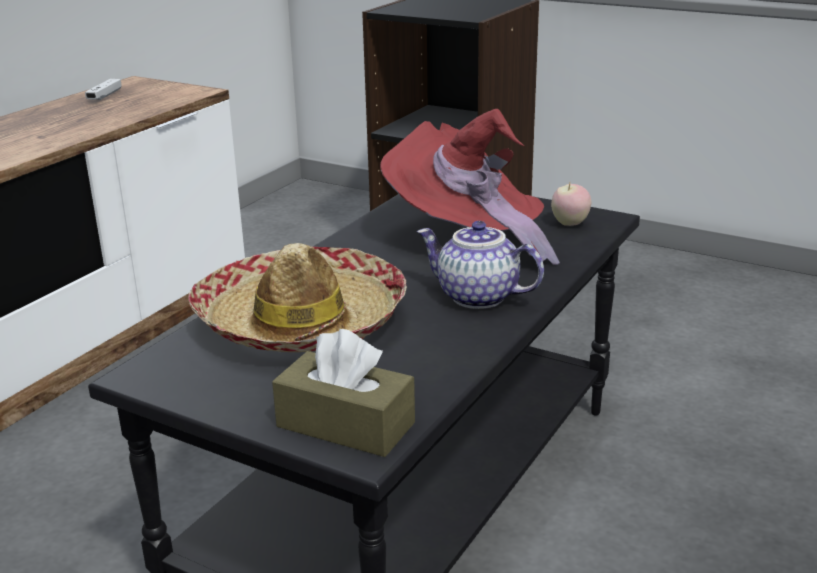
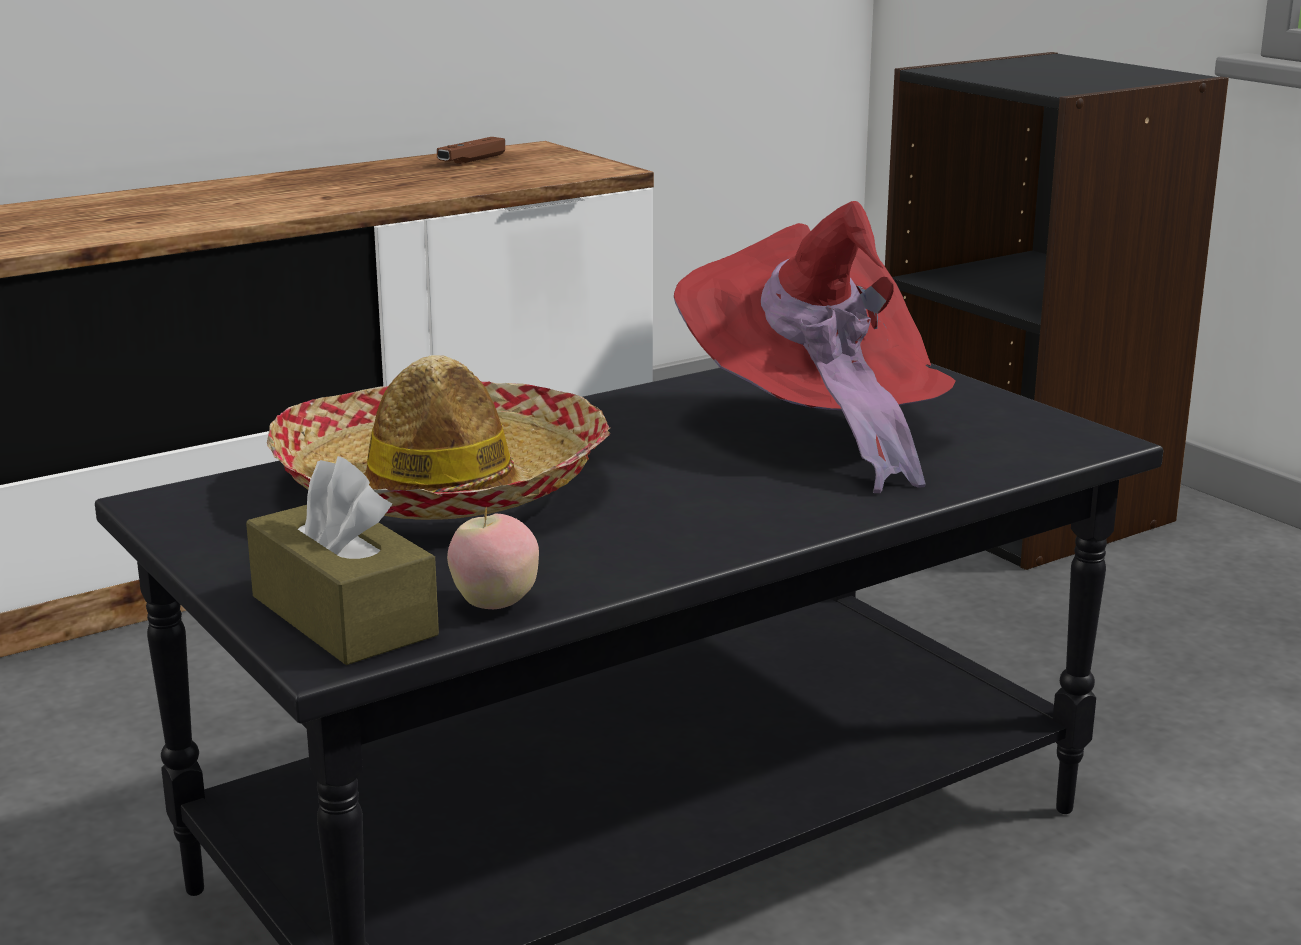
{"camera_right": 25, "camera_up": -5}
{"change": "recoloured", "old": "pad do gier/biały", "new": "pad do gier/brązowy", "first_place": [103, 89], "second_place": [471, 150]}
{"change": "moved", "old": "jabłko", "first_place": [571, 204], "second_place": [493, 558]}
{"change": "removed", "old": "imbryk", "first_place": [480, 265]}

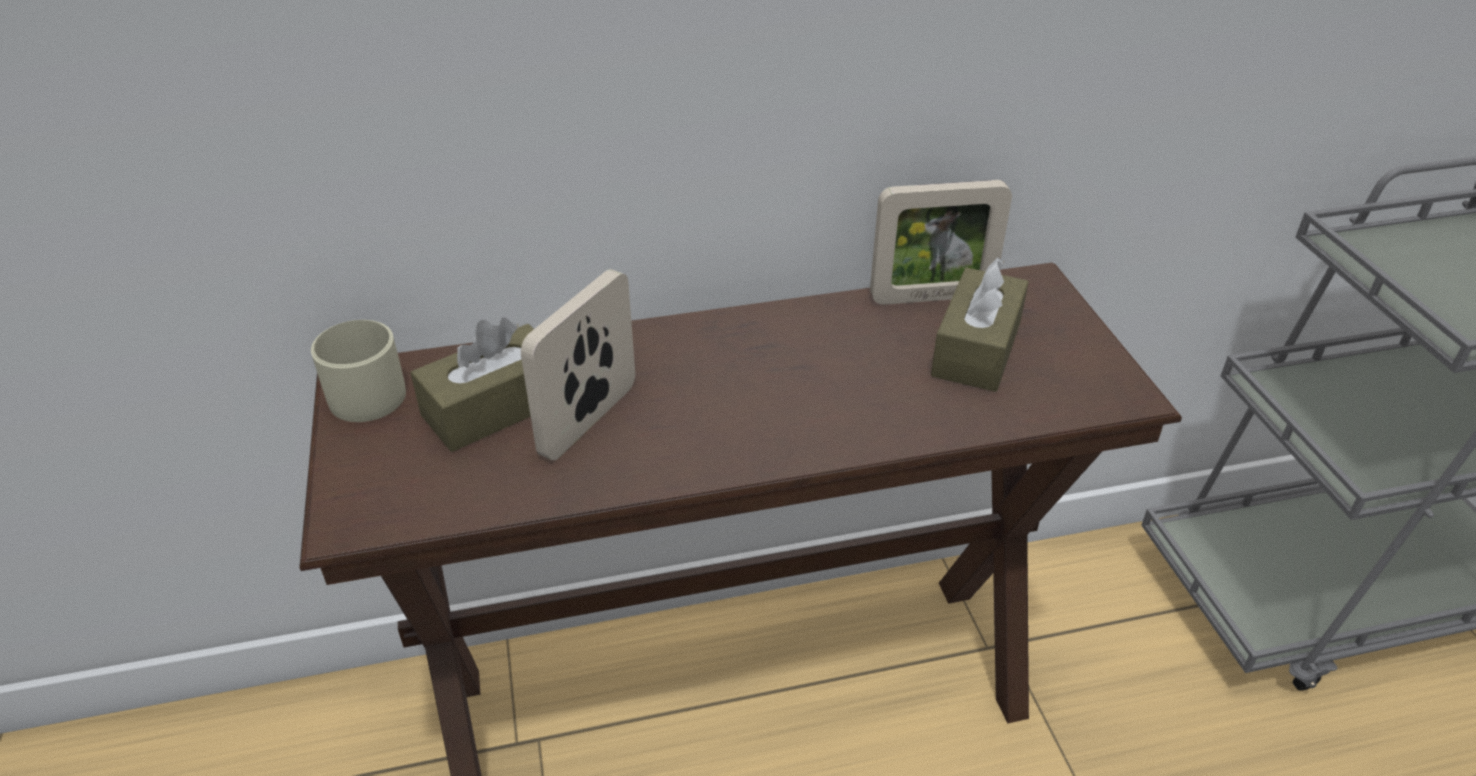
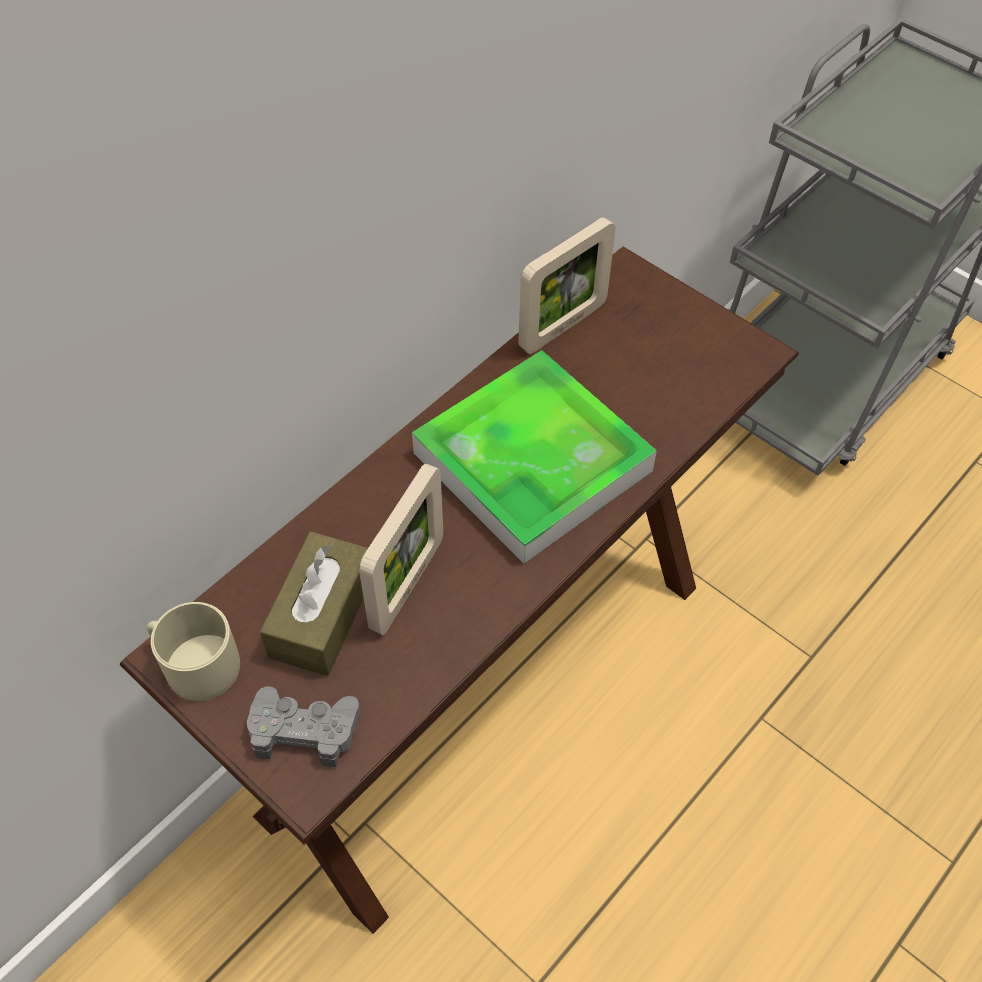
{"camera_right": -35, "camera_up": 15}
{"change": "added", "new": "pad do gier/szary", "second_place": [303, 726]}
{"change": "turned", "old": "ramka na zdjęcie", "first_place": [578, 364], "second_place": [401, 549], "degrees": -150}
{"change": "added", "new": "taca", "second_place": [534, 457]}
{"change": "removed", "old": "pudełko chusteczek/brązowy", "first_place": [980, 324]}

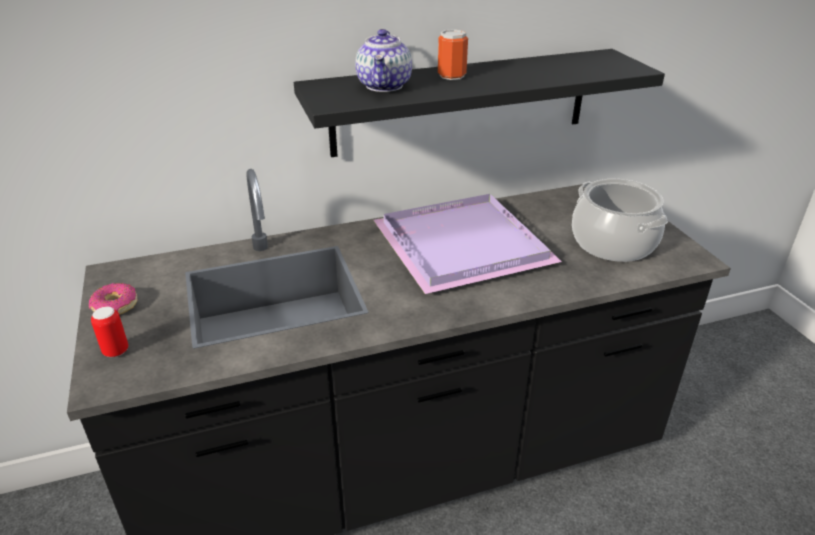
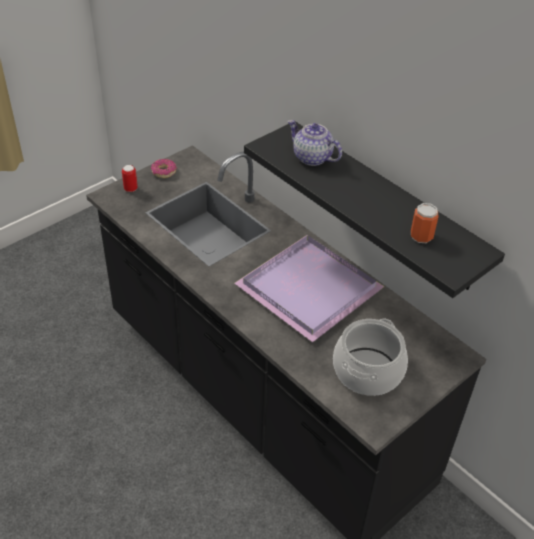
{"camera_right": 65, "camera_up": 10}
{"change": "turned", "old": "imbryk", "first_place": [383, 60], "second_place": [315, 143], "degrees": 60}
{"change": "moved", "old": "puszka", "first_place": [453, 54], "second_place": [425, 223]}

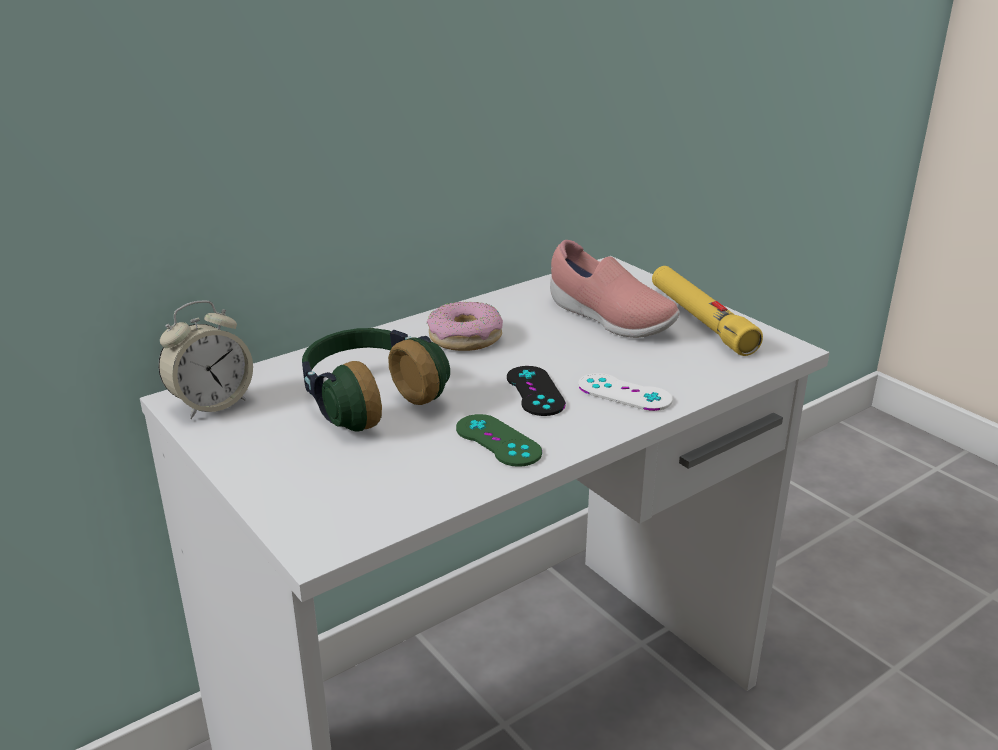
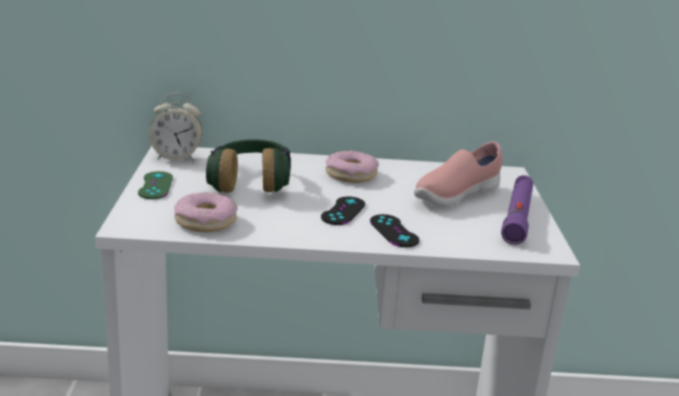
{"camera_right": 35, "camera_up": -5}
{"change": "moved", "old": "pad do gier/zielony", "first_place": [499, 440], "second_place": [155, 185]}
{"change": "added", "new": "donut", "second_place": [206, 212]}
{"change": "recoloured", "old": "pad do gier/biały", "new": "pad do gier/czarny", "first_place": [625, 392], "second_place": [394, 230]}
{"change": "turned", "old": "but/różowy", "first_place": [615, 289], "second_place": [458, 173], "degrees": 60}
{"change": "recoloured", "old": "latarka/żółty", "new": "latarka/fioletowy", "first_place": [707, 311], "second_place": [517, 210]}

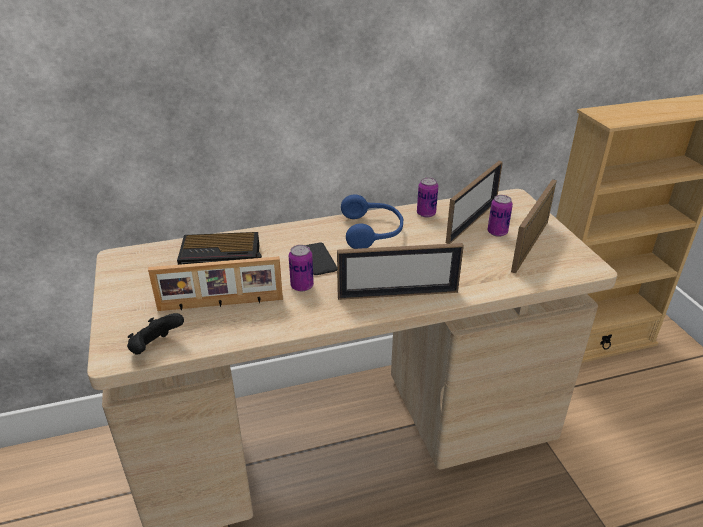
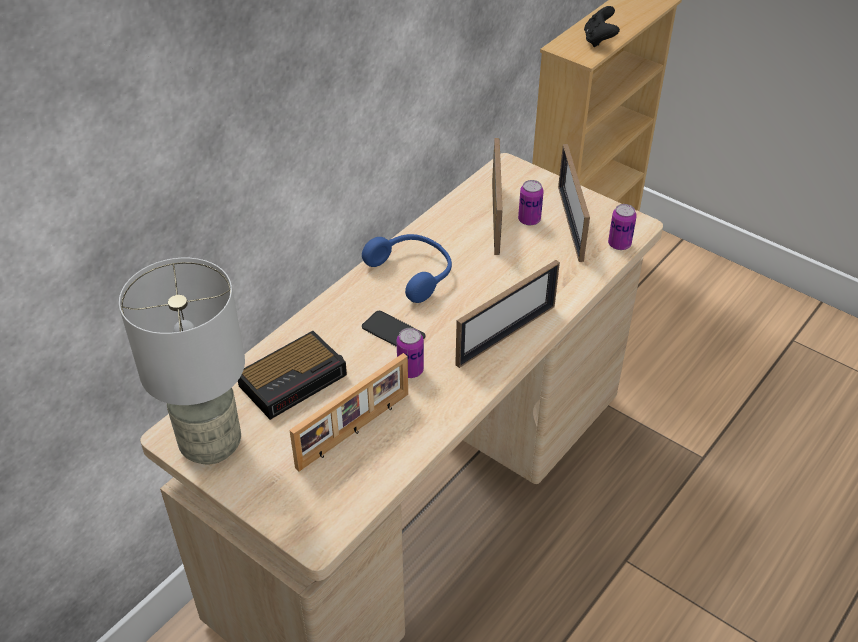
{"camera_right": -35, "camera_up": 10}
{"change": "added", "new": "lampa stołowa/szary", "second_place": [182, 361]}
{"change": "moved", "old": "pad do gier/czarny", "first_place": [155, 334], "second_place": [602, 26]}
{"change": "moved", "old": "puszka", "first_place": [427, 197], "second_place": [622, 227]}

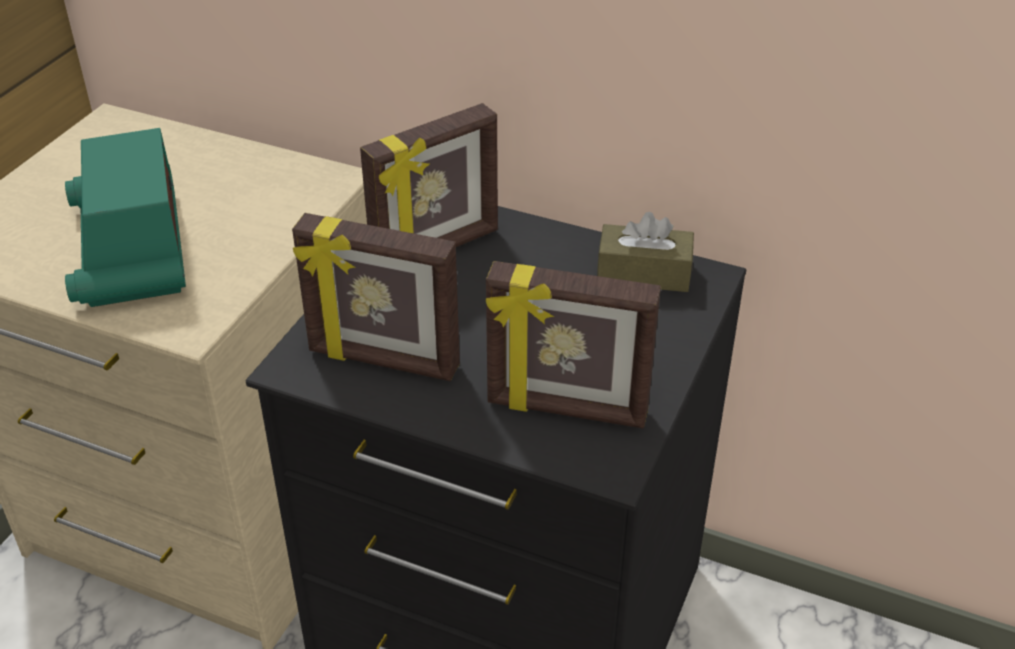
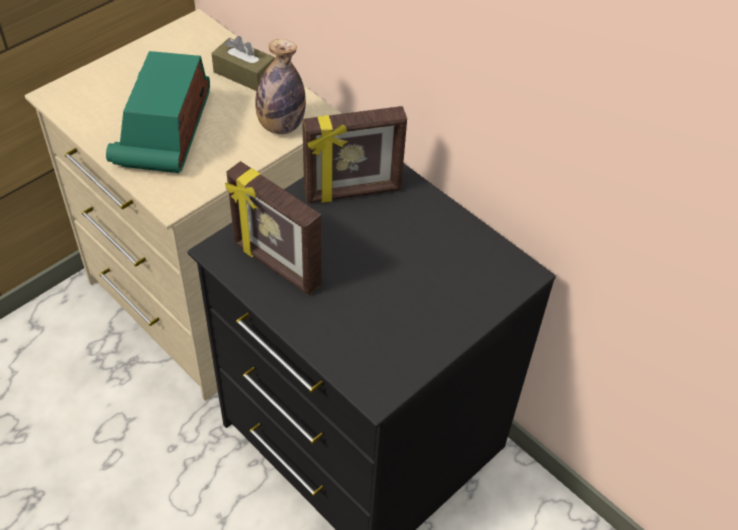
{"camera_right": 20, "camera_up": 10}
{"change": "moved", "old": "pudełko chusteczek/brązowy", "first_place": [645, 252], "second_place": [243, 63]}
{"change": "added", "new": "butelka", "second_place": [280, 86]}
{"change": "removed", "old": "ramka na zdjęcie", "first_place": [573, 344]}

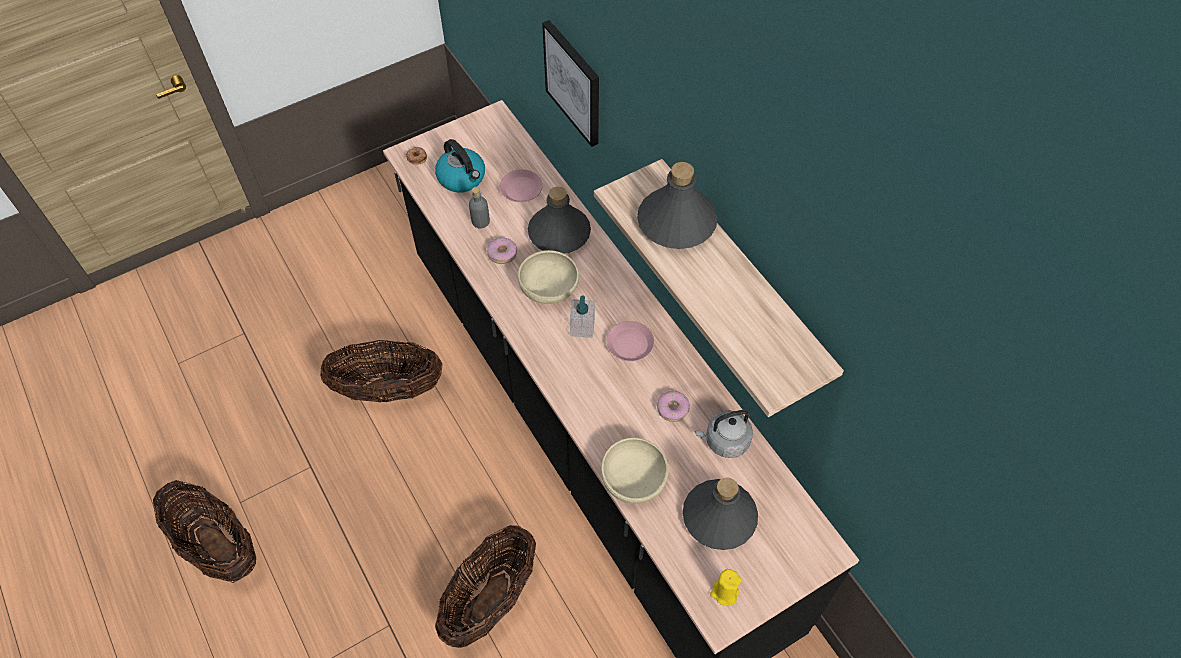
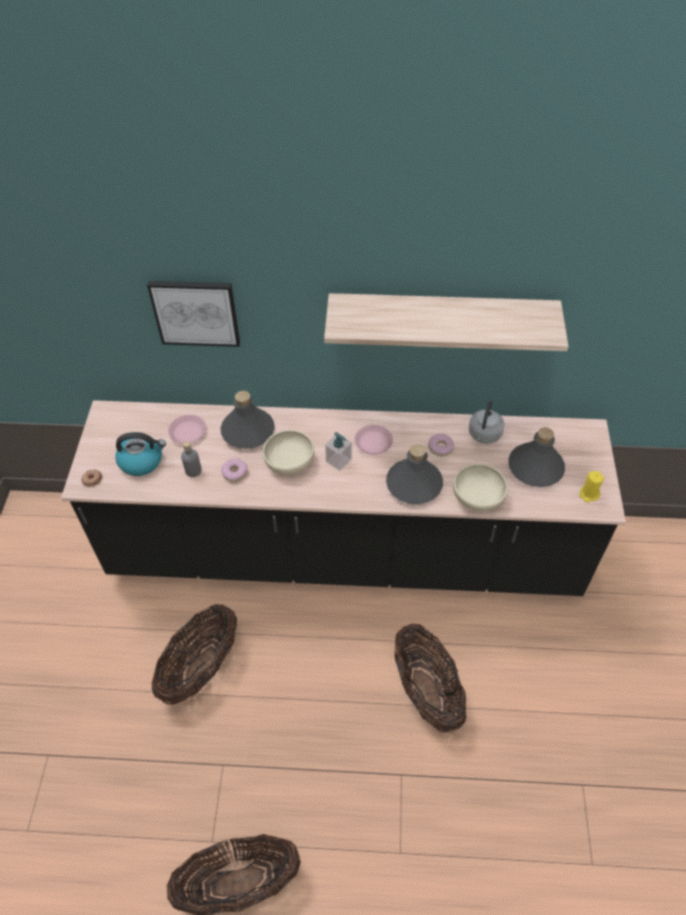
{"camera_right": -55, "camera_up": -5}
{"change": "moved", "old": "butelka/szary", "first_place": [677, 205], "second_place": [414, 474]}

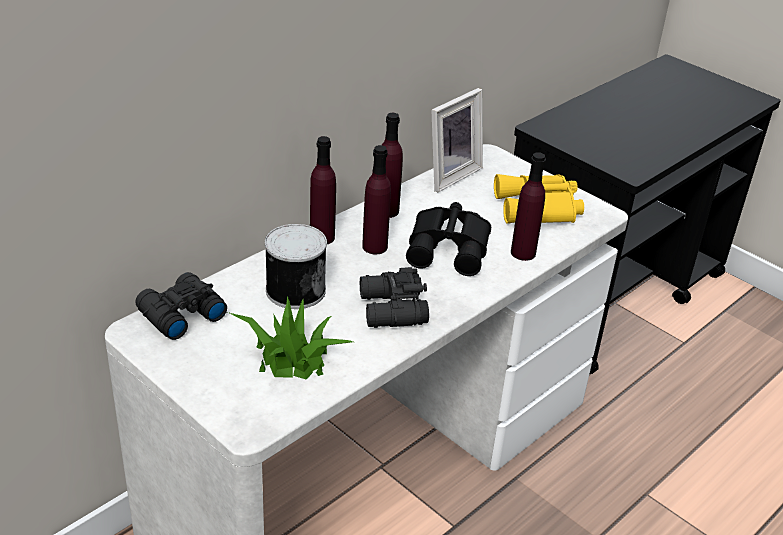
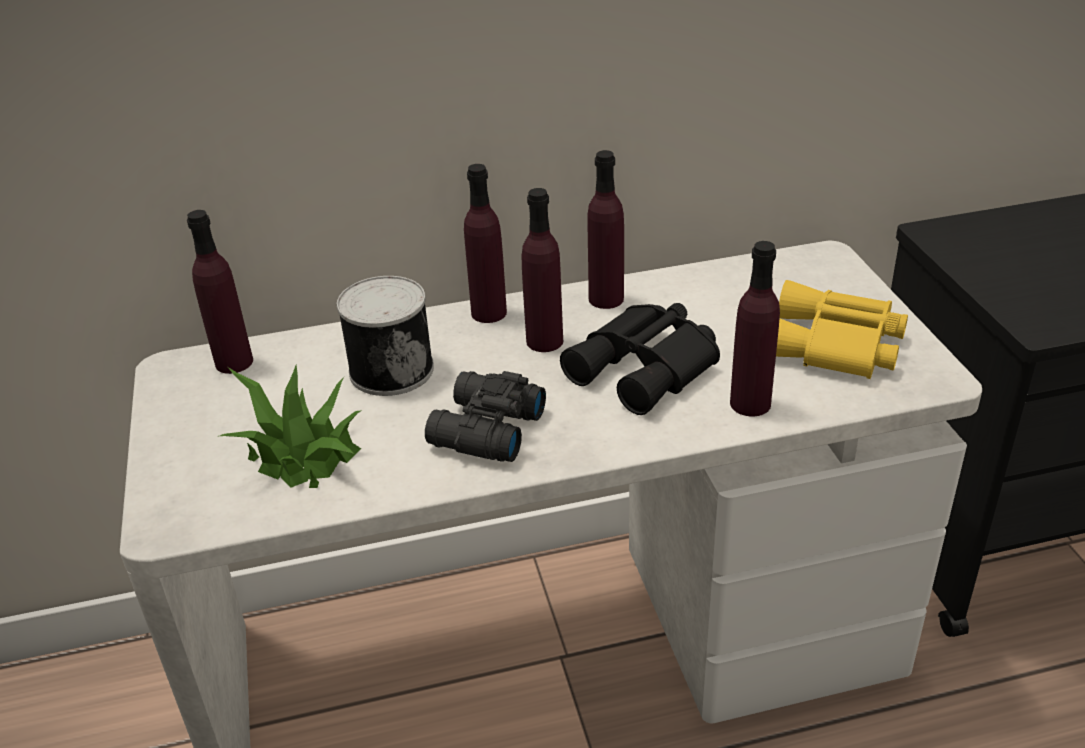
{"camera_right": 35, "camera_up": 0}
{"change": "replaced", "old": "lornetka/czarny", "new": "butelka/fioletowy", "first_place": [181, 306], "second_place": [220, 292]}
{"change": "removed", "old": "ramka na zdjęcie", "first_place": [457, 140]}

